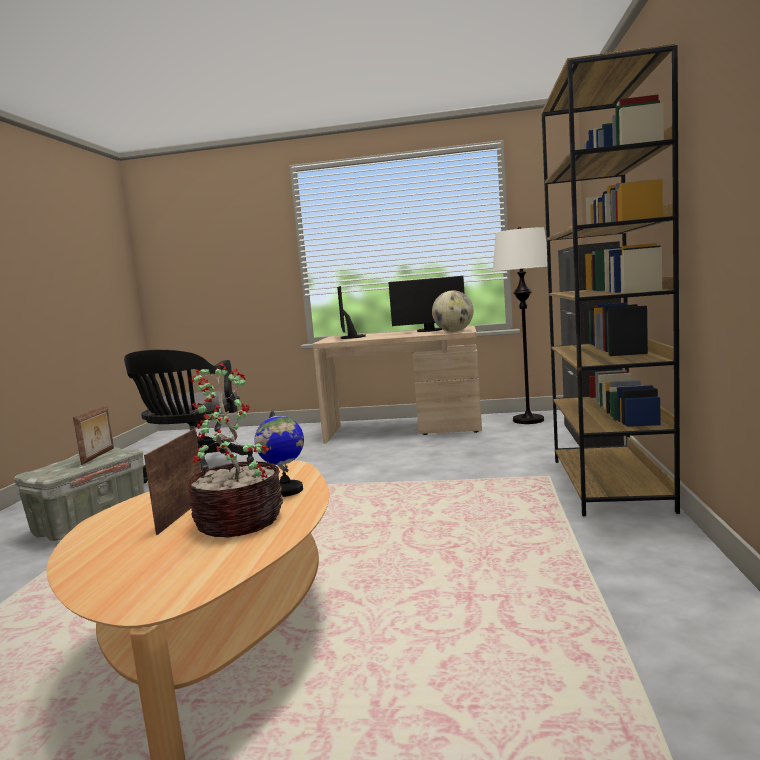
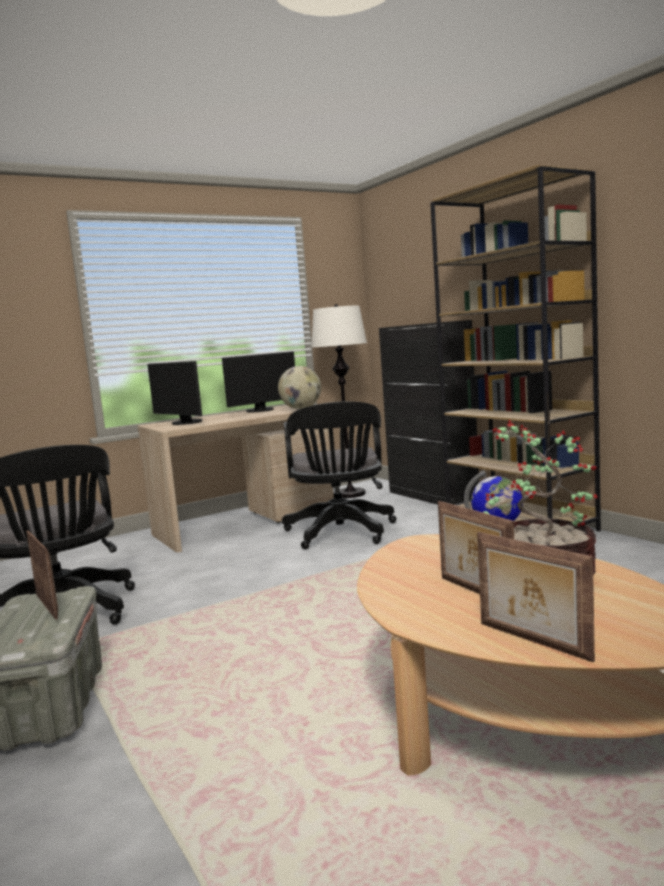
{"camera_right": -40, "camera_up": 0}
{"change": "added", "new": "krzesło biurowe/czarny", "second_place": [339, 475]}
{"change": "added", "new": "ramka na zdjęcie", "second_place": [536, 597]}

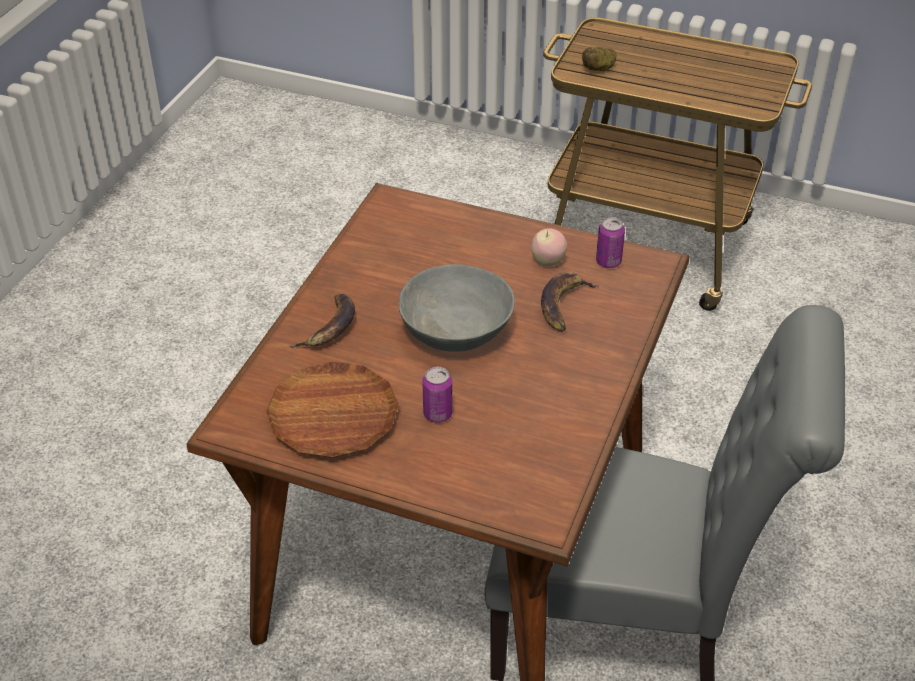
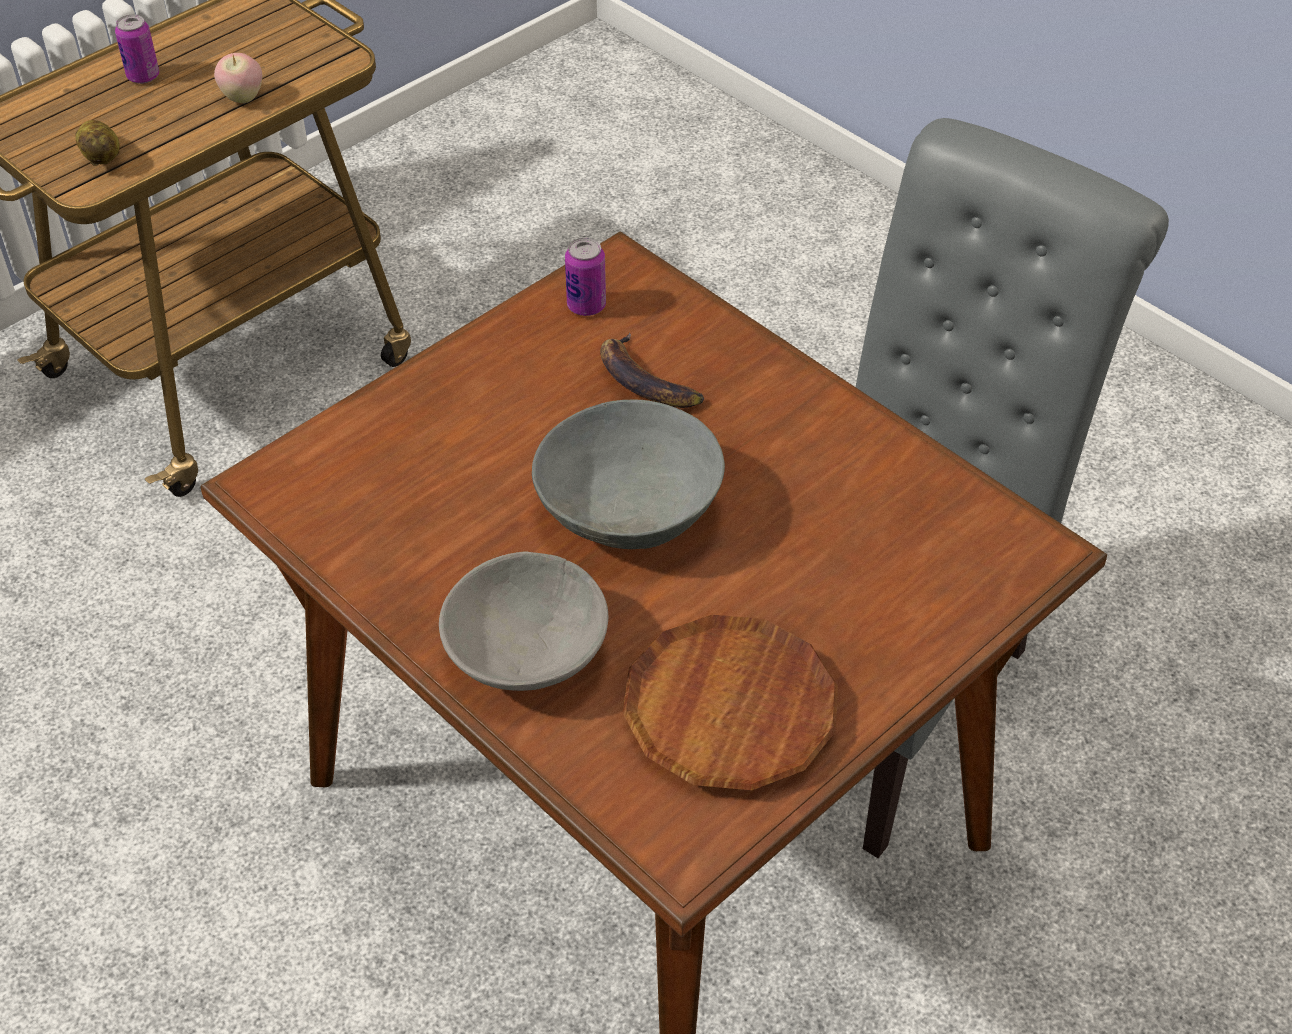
{"camera_right": -65, "camera_up": 5}
{"change": "moved", "old": "puszka", "first_place": [437, 395], "second_place": [137, 49]}
{"change": "moved", "old": "jabłko", "first_place": [549, 247], "second_place": [238, 78]}
{"change": "replaced", "old": "banan", "new": "miska/szary", "first_place": [322, 321], "second_place": [523, 621]}

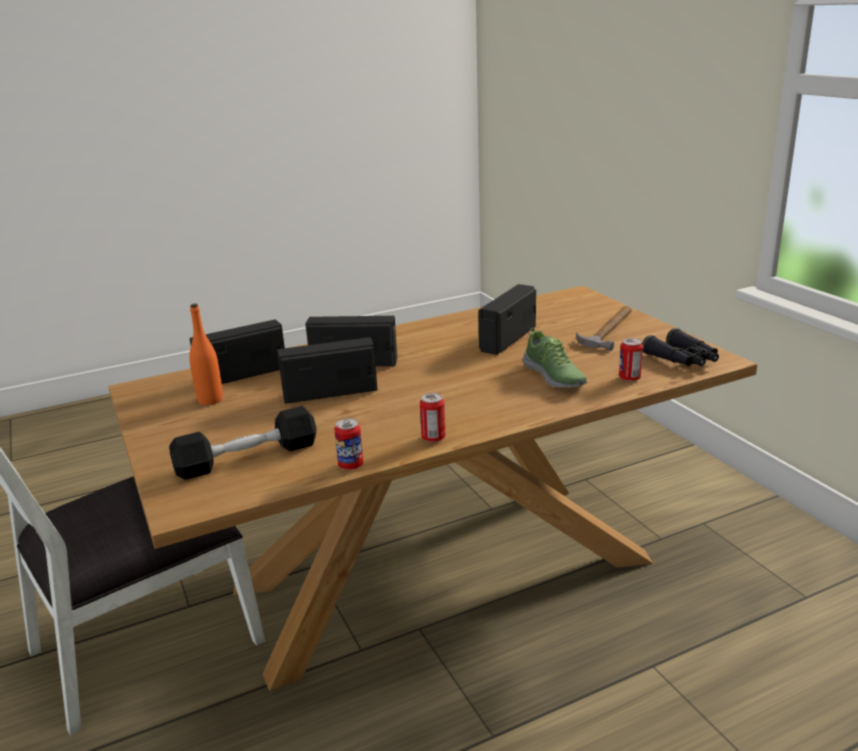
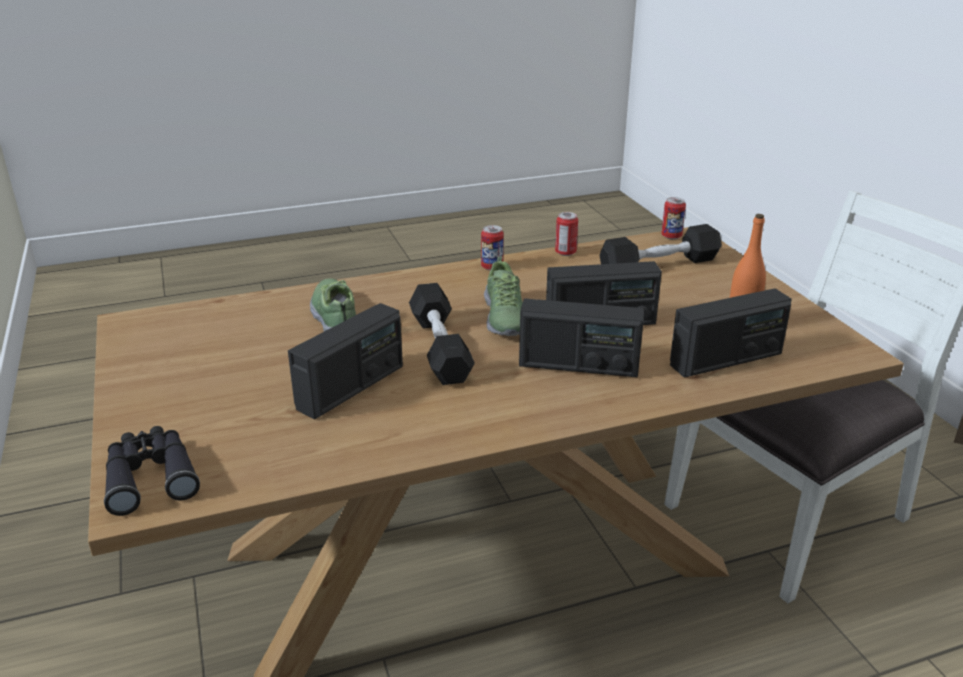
{"camera_right": -175, "camera_up": 5}
{"change": "moved", "old": "lornetka/czarny", "first_place": [680, 347], "second_place": [152, 471]}
{"change": "added", "new": "hantel/czarny", "second_place": [442, 334]}
{"change": "added", "new": "but", "second_place": [503, 296]}
{"change": "moved", "old": "puszka", "first_place": [631, 359], "second_place": [673, 218]}
{"change": "removed", "old": "młotek", "first_place": [604, 328]}

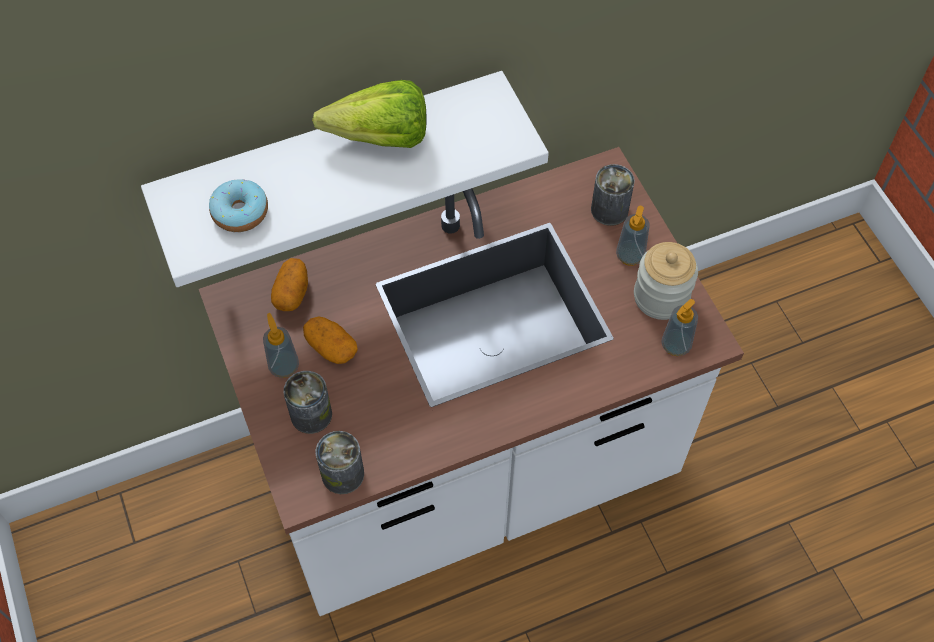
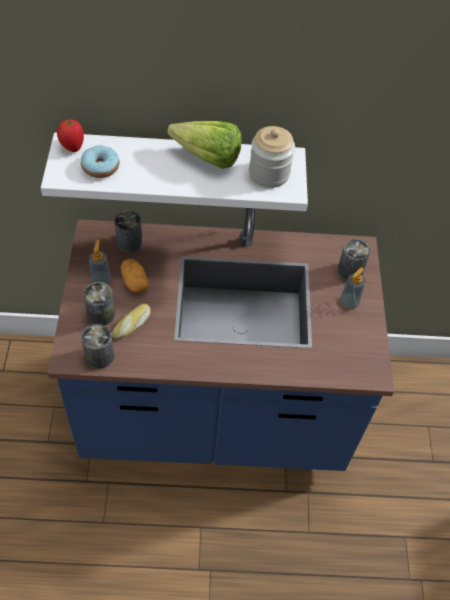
{"camera_right": 20, "camera_up": -5}
{"change": "recoloured", "old": "zabudowa kuchenna/biały", "new": "zabudowa kuchenna/niebieski", "first_place": [471, 381], "second_place": [221, 339]}
{"change": "added", "new": "pomidor", "second_place": [70, 135]}
{"change": "added", "new": "chleb", "second_place": [131, 321]}
{"change": "replaced", "old": "ziemniak", "new": "puszka", "first_place": [289, 284], "second_place": [128, 231]}
{"change": "moved", "old": "słoik", "first_place": [666, 281], "second_place": [272, 157]}
{"change": "removed", "old": "dozownik mydła", "first_place": [679, 327]}

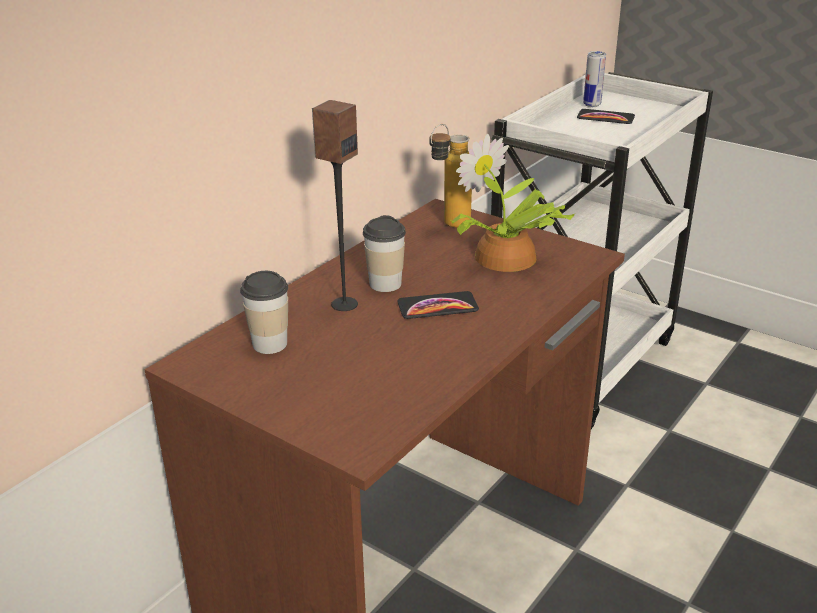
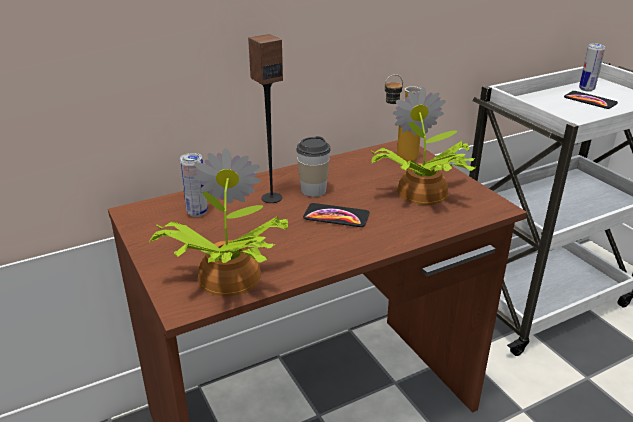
{"camera_right": 25, "camera_up": 0}
{"change": "added", "new": "roślina doniczkowa", "second_place": [218, 222]}
{"change": "replaced", "old": "filiżanka", "new": "puszka", "first_place": [264, 312], "second_place": [194, 185]}

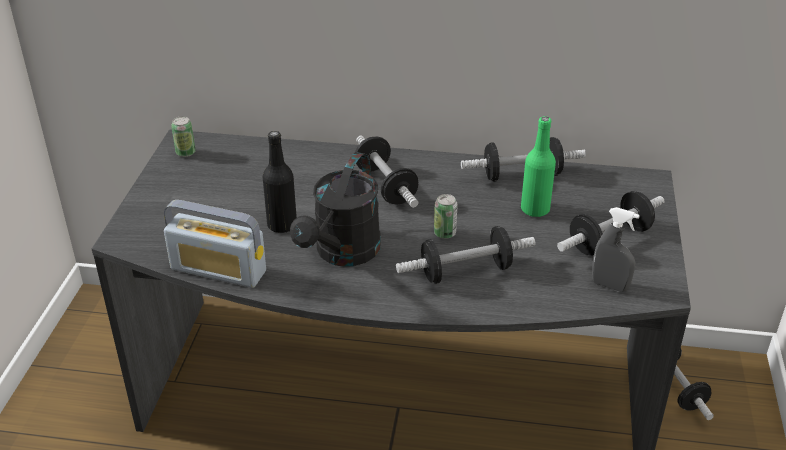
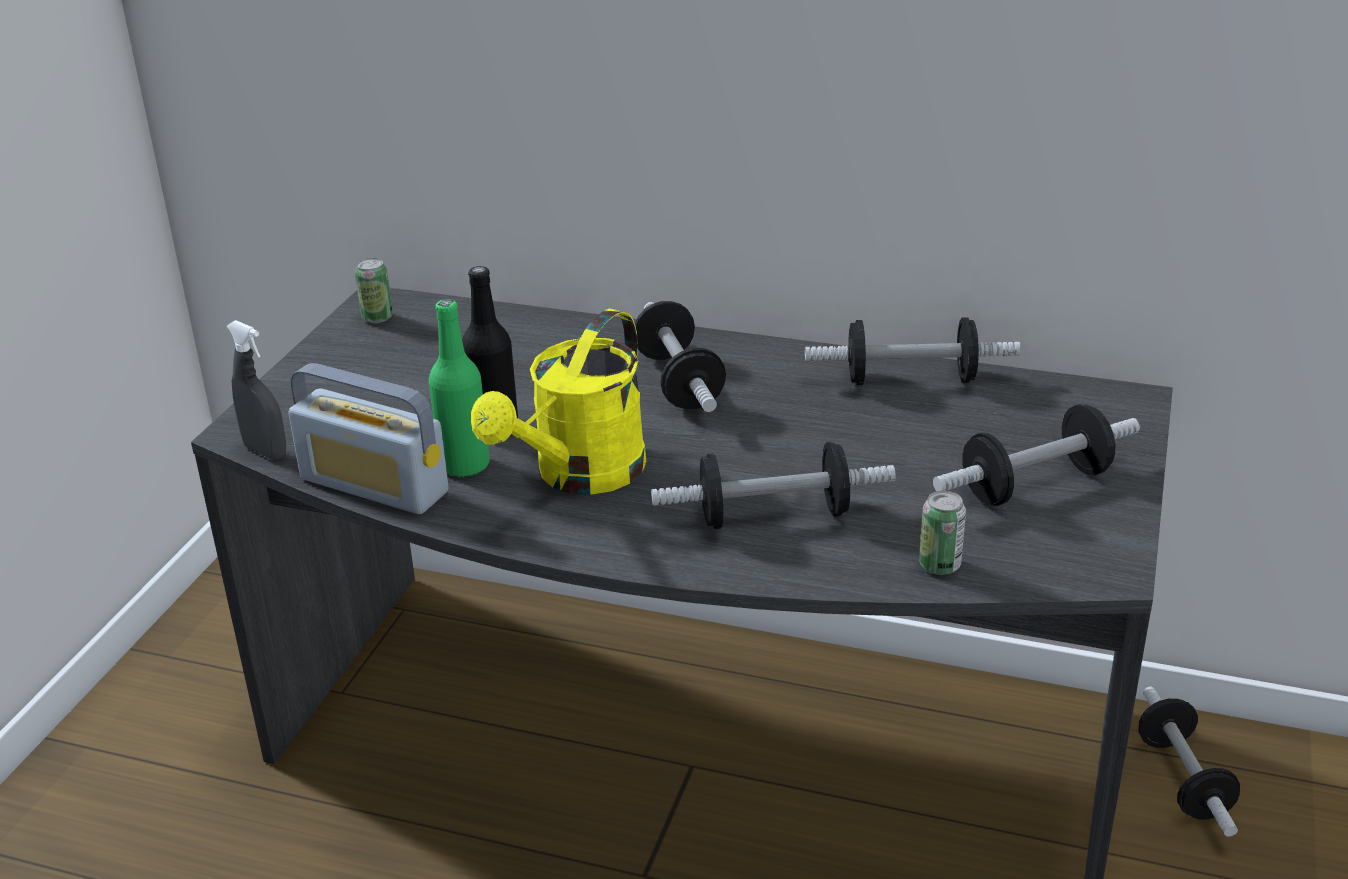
{"camera_right": 10, "camera_up": -5}
{"change": "moved", "old": "spryskiwacz/szary", "first_place": [616, 249], "second_place": [256, 389]}
{"change": "moved", "old": "butelka/zielony", "first_place": [538, 166], "second_place": [459, 388]}
{"change": "recoloured", "old": "konewka/czarny", "new": "konewka/żółty", "first_place": [335, 209], "second_place": [558, 402]}
{"change": "moved", "old": "puszka", "first_place": [446, 216], "second_place": [942, 533]}

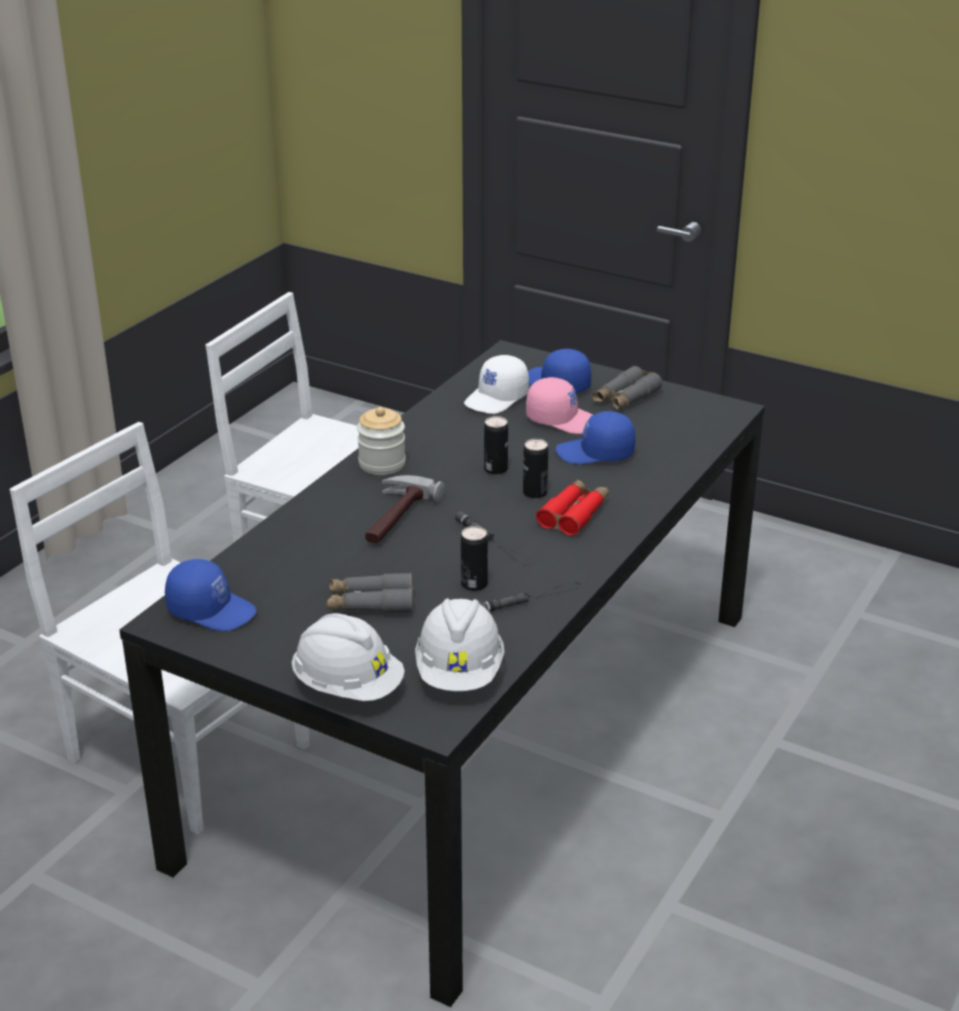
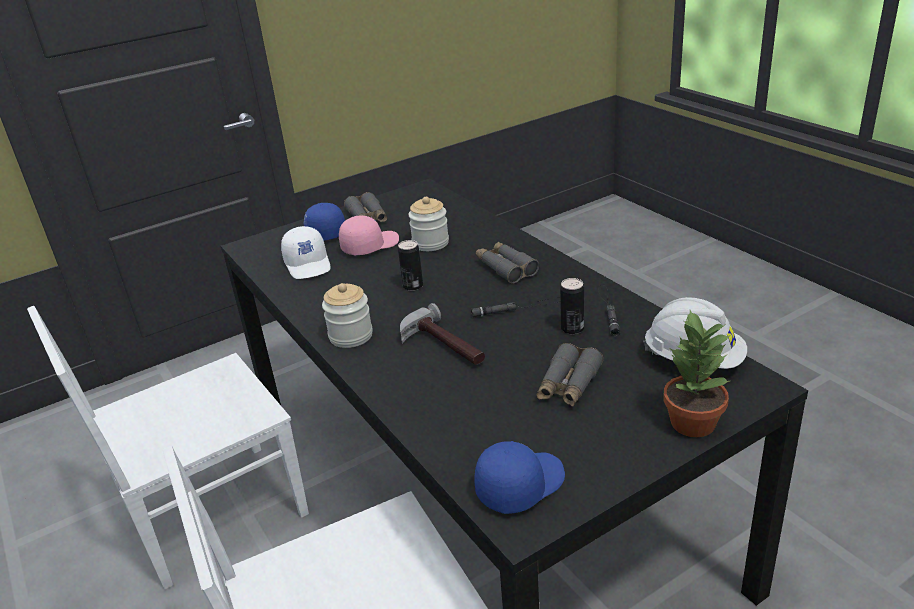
{"camera_right": -60, "camera_up": 0}
{"change": "replaced", "old": "czapka z daszkiem/niebieski", "new": "słoik", "first_place": [596, 438], "second_place": [428, 224]}
{"change": "recoloured", "old": "lornetka/czerwony", "new": "lornetka/szary", "first_place": [572, 508], "second_place": [507, 263]}
{"change": "replaced", "old": "kask/biały", "new": "roślina doniczkowa", "first_place": [348, 657], "second_place": [697, 373]}
{"change": "removed", "old": "puszka", "first_place": [535, 469]}

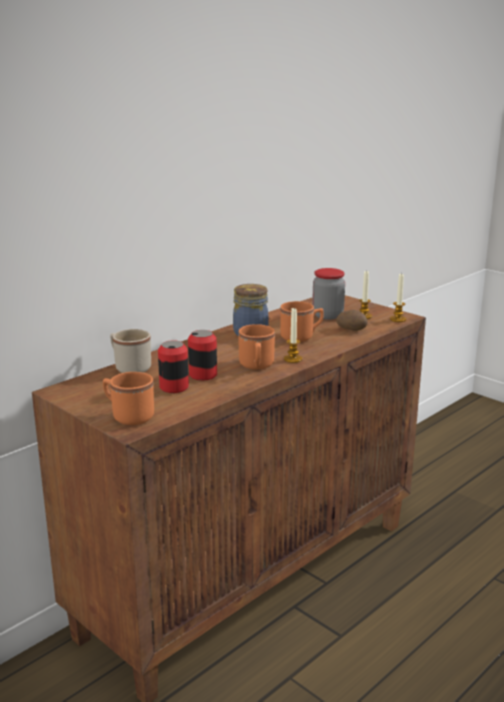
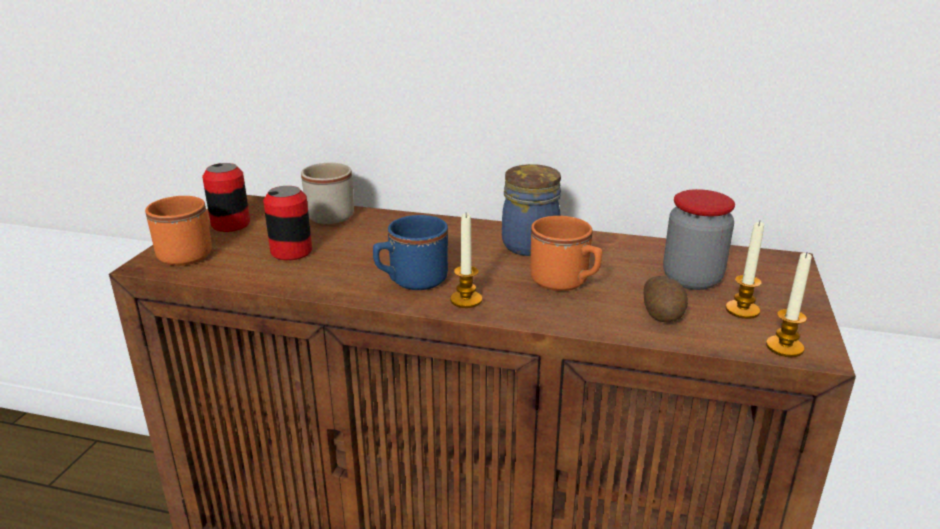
{"camera_right": 60, "camera_up": 5}
{"change": "moved", "old": "puszka", "first_place": [202, 355], "second_place": [226, 197]}
{"change": "recoloured", "old": "kubek/pomarańczowy", "new": "kubek/niebieski", "first_place": [256, 347], "second_place": [410, 252]}

